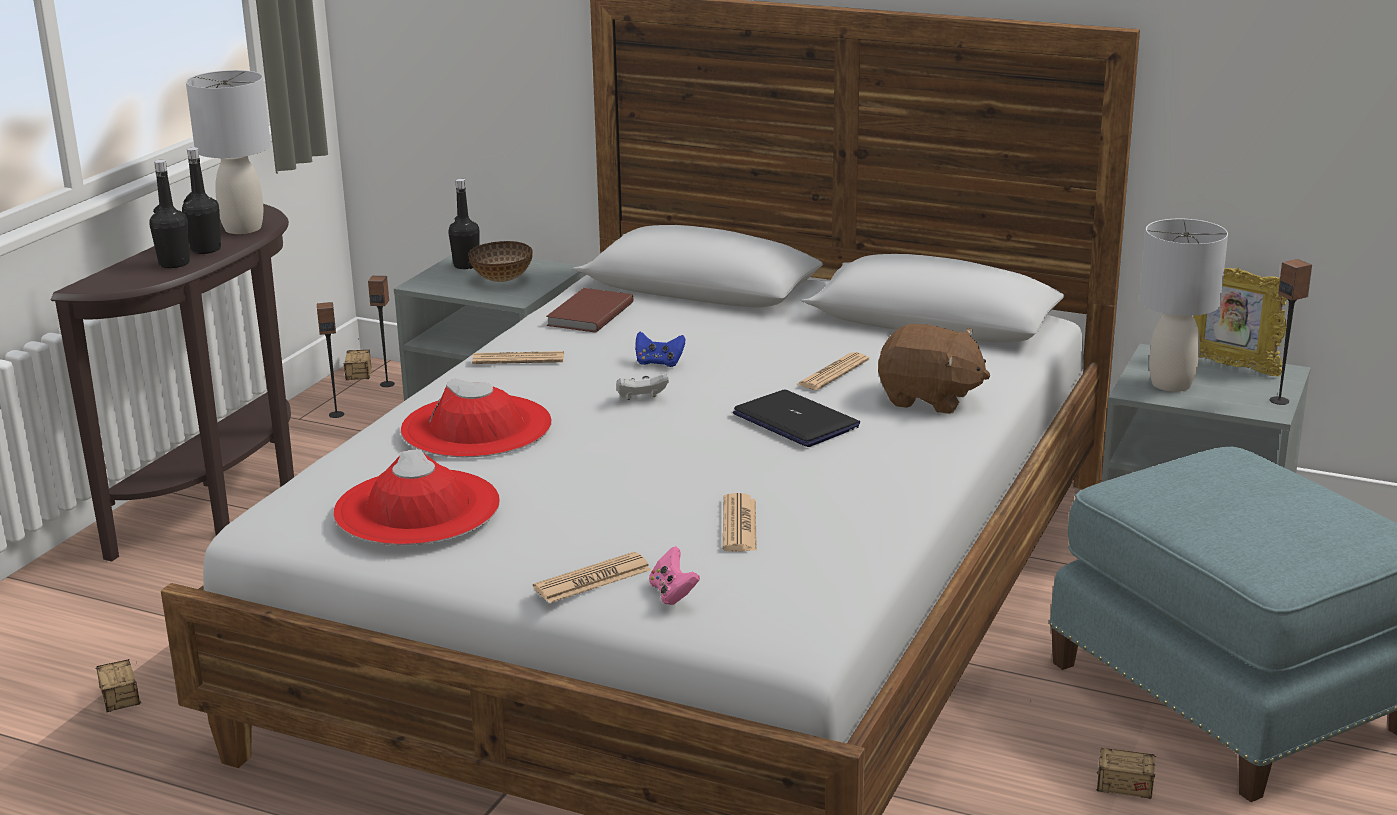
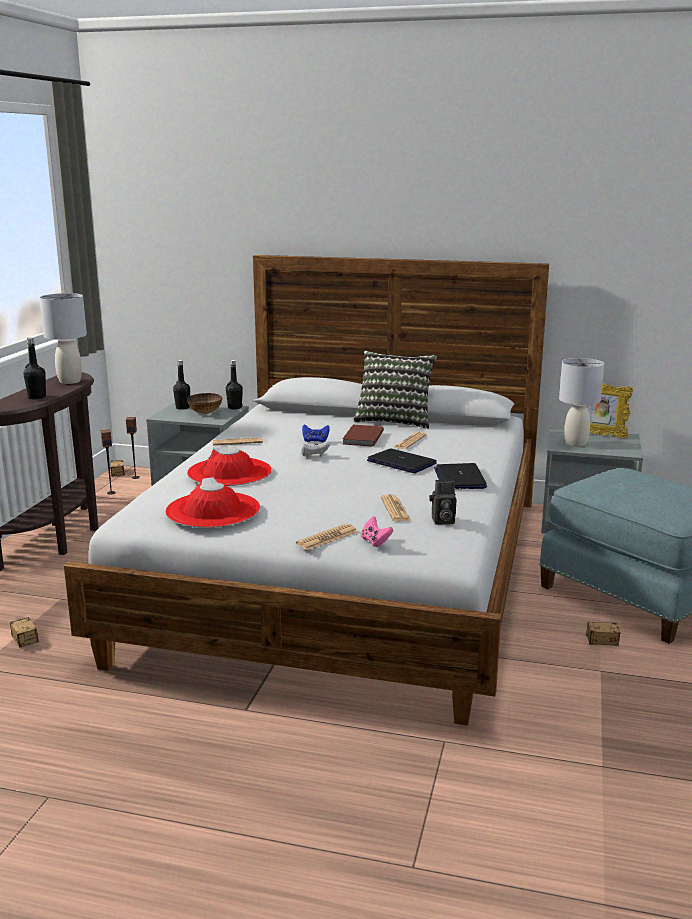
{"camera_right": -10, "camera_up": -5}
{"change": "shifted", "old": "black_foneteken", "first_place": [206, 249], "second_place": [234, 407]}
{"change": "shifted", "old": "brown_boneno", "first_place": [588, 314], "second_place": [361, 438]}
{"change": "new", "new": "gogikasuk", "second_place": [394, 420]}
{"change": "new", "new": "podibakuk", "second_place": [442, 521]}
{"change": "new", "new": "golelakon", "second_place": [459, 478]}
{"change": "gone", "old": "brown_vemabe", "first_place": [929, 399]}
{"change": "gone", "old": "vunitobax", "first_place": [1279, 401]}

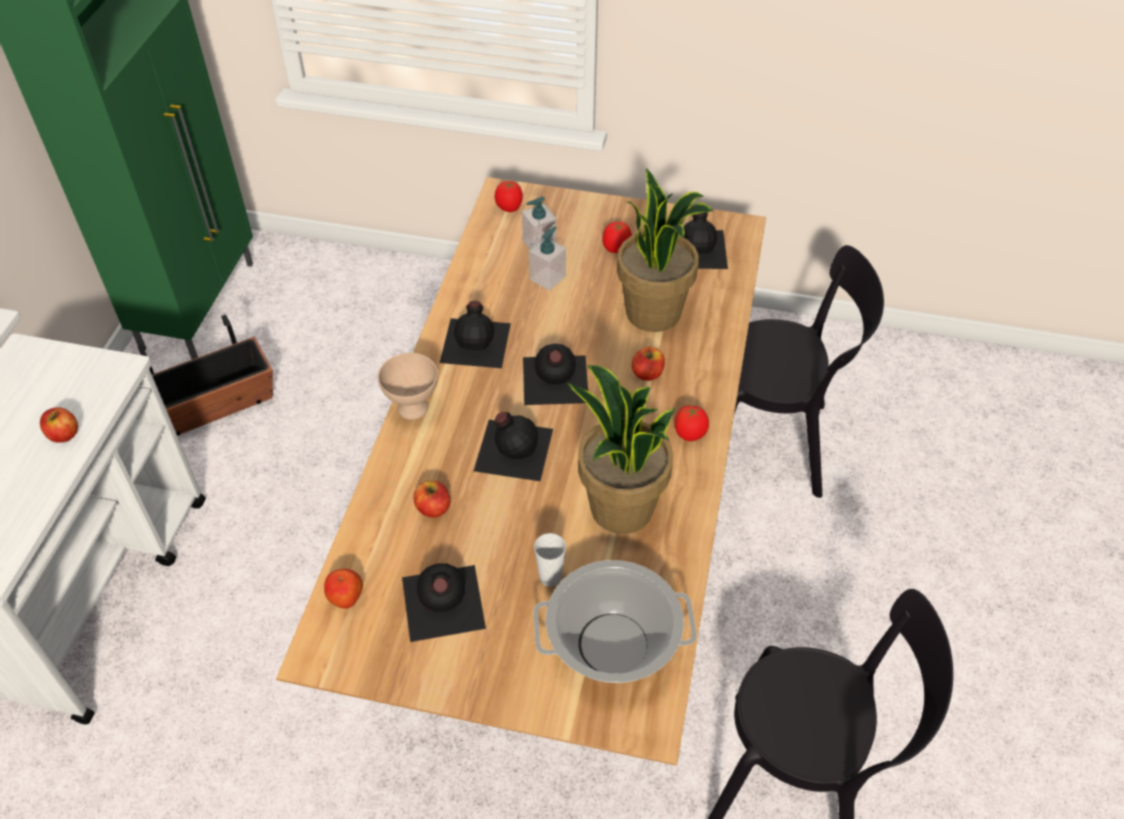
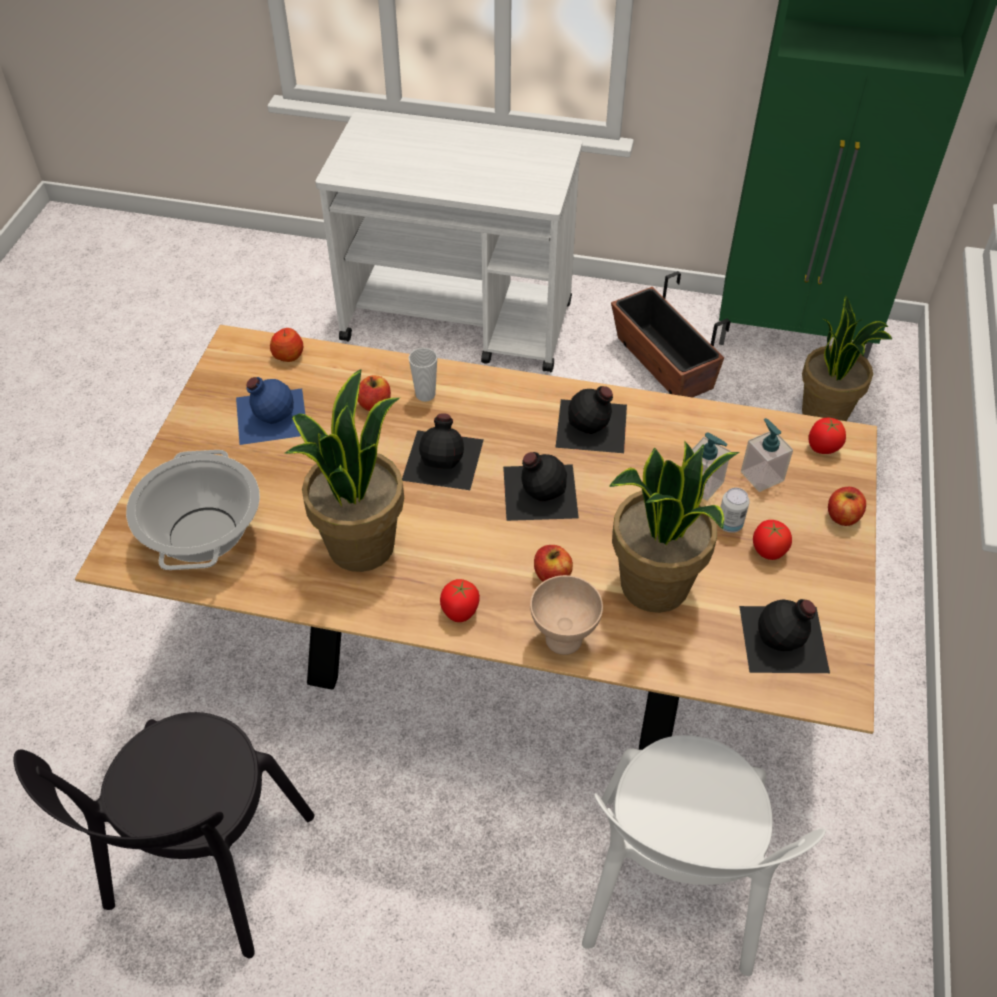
{"camera_right": 90, "camera_up": 0}
{"change": "repainted", "old": "black_foneteken", "new": "blue_foneteken", "first_place": [442, 604], "second_place": [270, 415]}
{"change": "shifted", "old": "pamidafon", "first_place": [550, 577], "second_place": [425, 395]}
{"change": "shifted", "old": "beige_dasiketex", "first_place": [412, 407], "second_place": [565, 639]}
{"change": "repainted", "old": "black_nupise", "new": "white_nupise", "first_place": [773, 443], "second_place": [670, 894]}
{"change": "new", "new": "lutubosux", "second_place": [729, 524]}
{"change": "new", "new": "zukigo", "second_place": [825, 413]}
{"change": "shifted", "old": "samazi", "first_place": [64, 434], "second_place": [842, 516]}

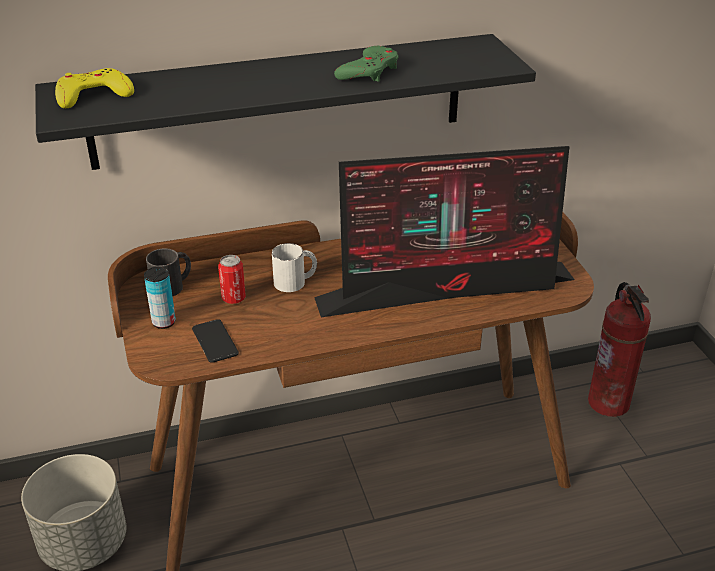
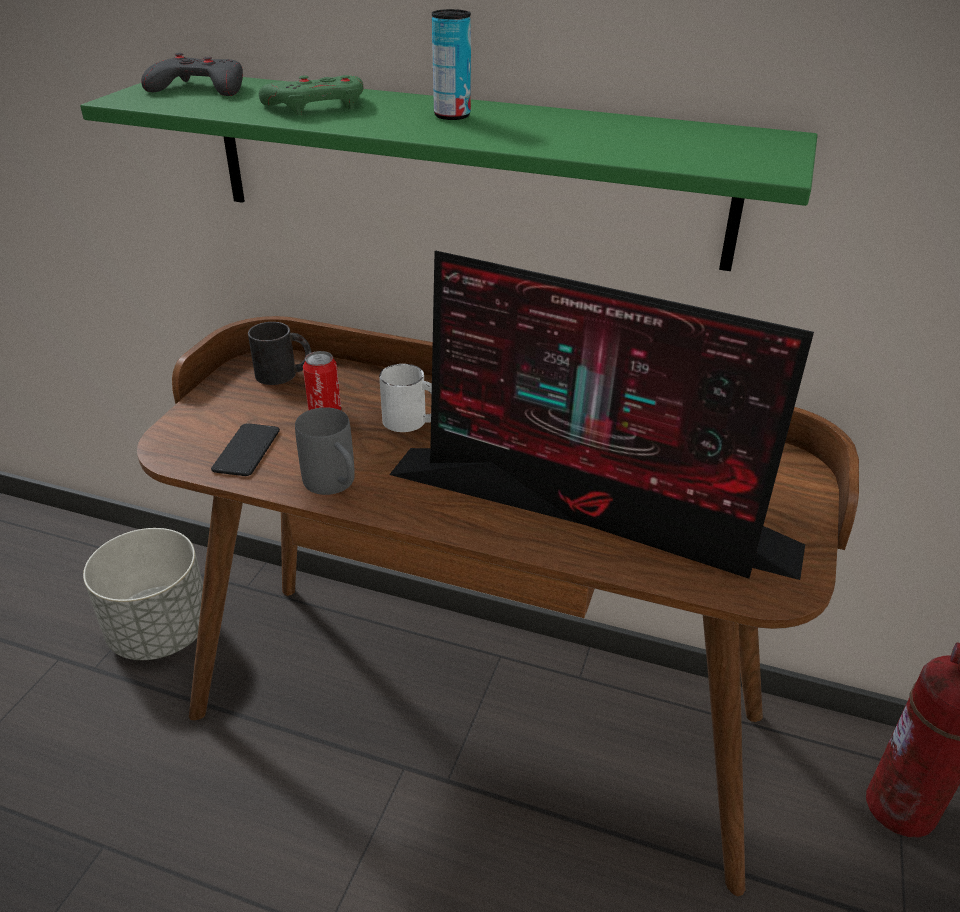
{"camera_right": 35, "camera_up": 0}
{"change": "repainted", "old": "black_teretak", "new": "green_teretak", "first_place": [279, 101], "second_place": [464, 168]}
{"change": "repainted", "old": "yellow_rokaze", "new": "grey_rokaze", "first_place": [93, 95], "second_place": [199, 88]}
{"change": "shifted", "old": "green_rokaze", "first_place": [369, 71], "second_place": [317, 106]}
{"change": "new", "new": "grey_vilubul", "second_place": [335, 486]}
{"change": "shifted", "old": "lutubosux", "first_place": [164, 322], "second_place": [452, 116]}

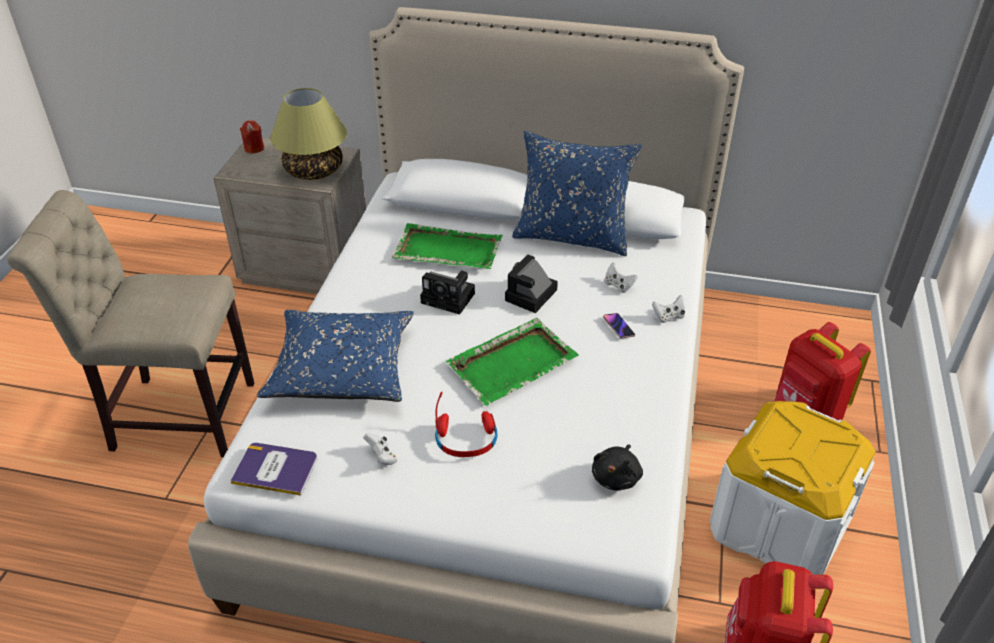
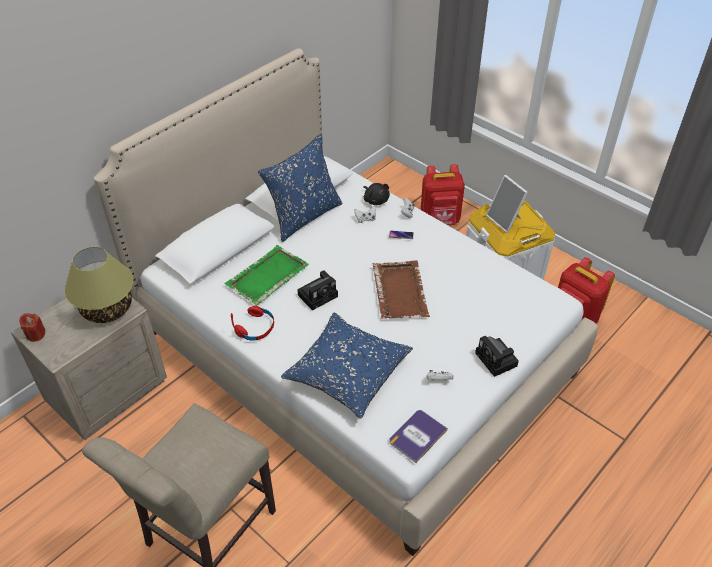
{"camera_right": -60, "camera_up": 5}
{"change": "shifted", "old": "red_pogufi", "first_place": [466, 440], "second_place": [256, 328]}
{"change": "shifted", "old": "black_vemabe", "first_place": [617, 477], "second_place": [375, 200]}
{"change": "repainted", "old": "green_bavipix", "new": "brown_bavipix", "first_place": [513, 363], "second_place": [400, 291]}
{"change": "shifted", "old": "podibakuk", "first_place": [530, 296], "second_place": [497, 361]}
{"change": "new", "new": "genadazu", "second_place": [505, 220]}

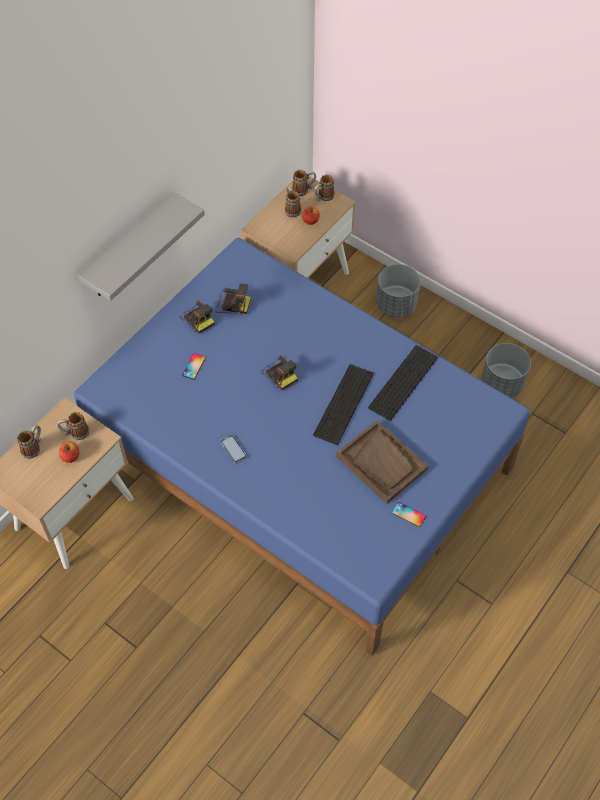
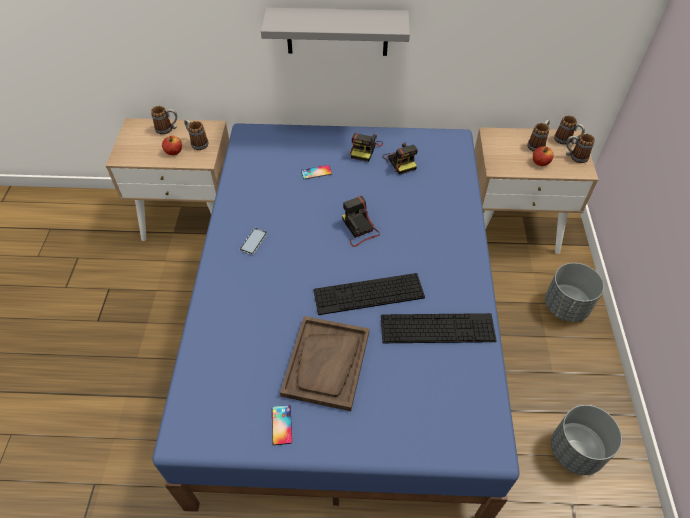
{"camera_right": 55, "camera_up": -5}
{"change": "rotated", "old": "podibakuk", "first_place": [279, 374], "second_place": [359, 229], "degrees": 135}

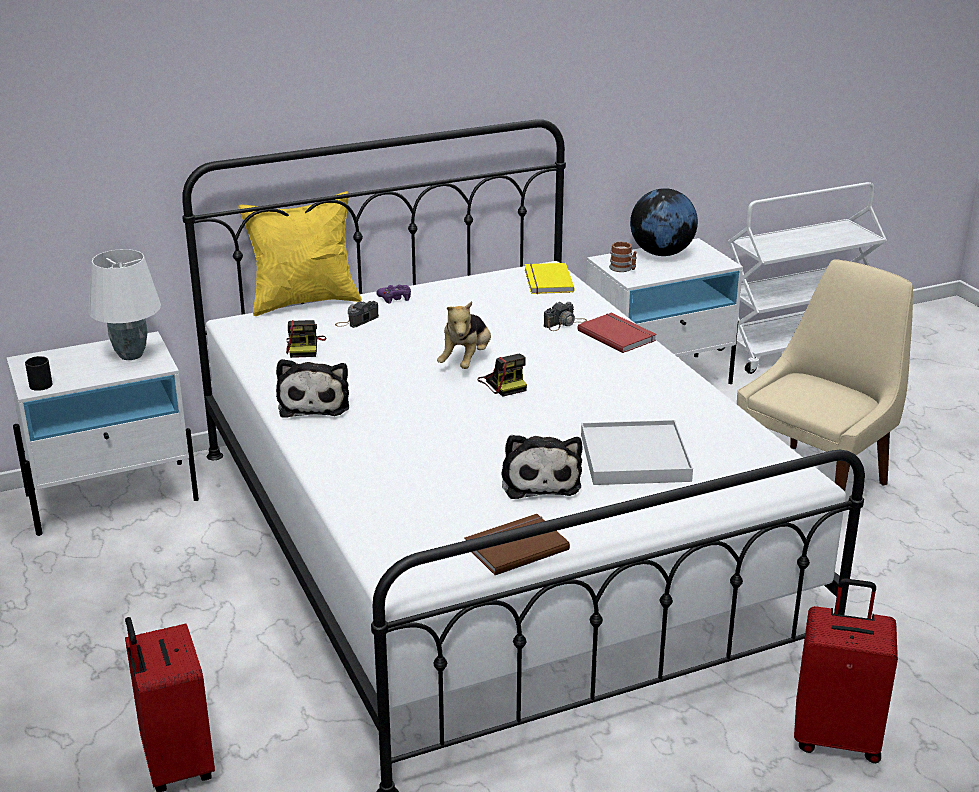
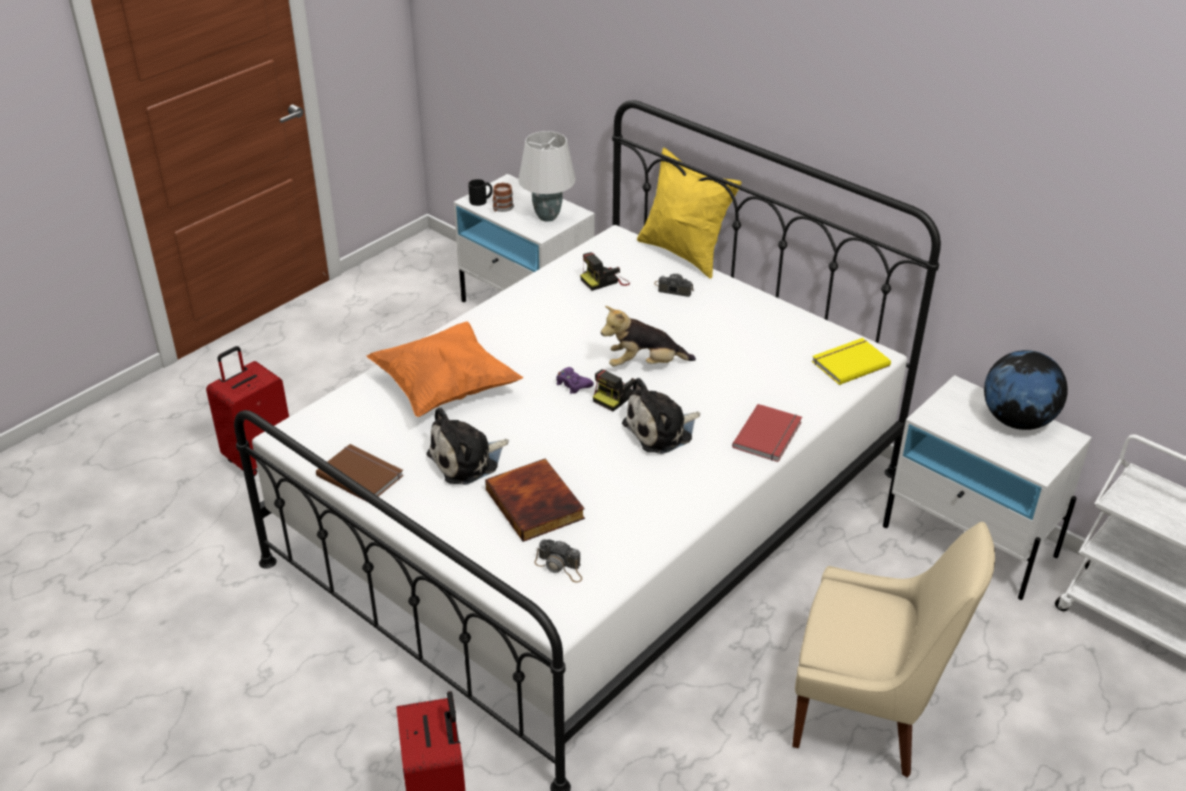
{"camera_right": 65, "camera_up": 10}
{"change": "new", "new": "orange_gogikasuk", "second_place": [445, 388]}
{"change": "swapped", "old": "white_bavipix", "new": "boneno", "first_place": [635, 458], "second_place": [536, 503]}
{"change": "shifted", "old": "vilubul", "first_place": [623, 269], "second_place": [501, 208]}
{"change": "shifted", "old": "podibakuk", "first_place": [565, 323], "second_place": [560, 567]}
{"change": "shifted", "old": "purple_rokaze", "first_place": [395, 298], "second_place": [573, 384]}
{"change": "shifted", "old": "vemabe", "first_place": [314, 403], "second_place": [661, 431]}

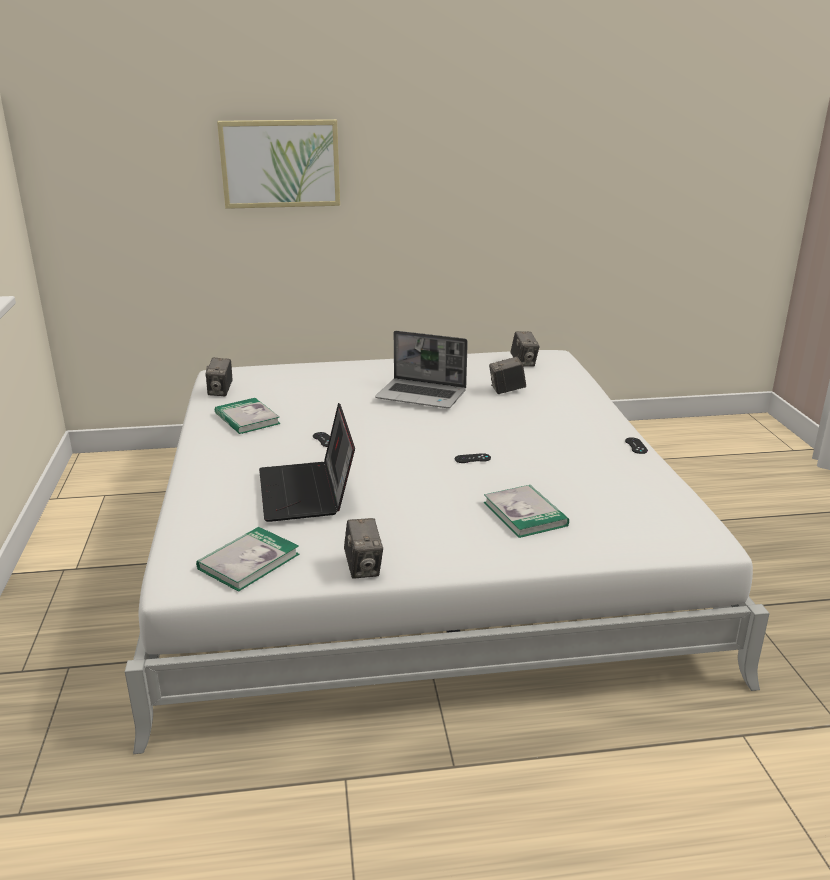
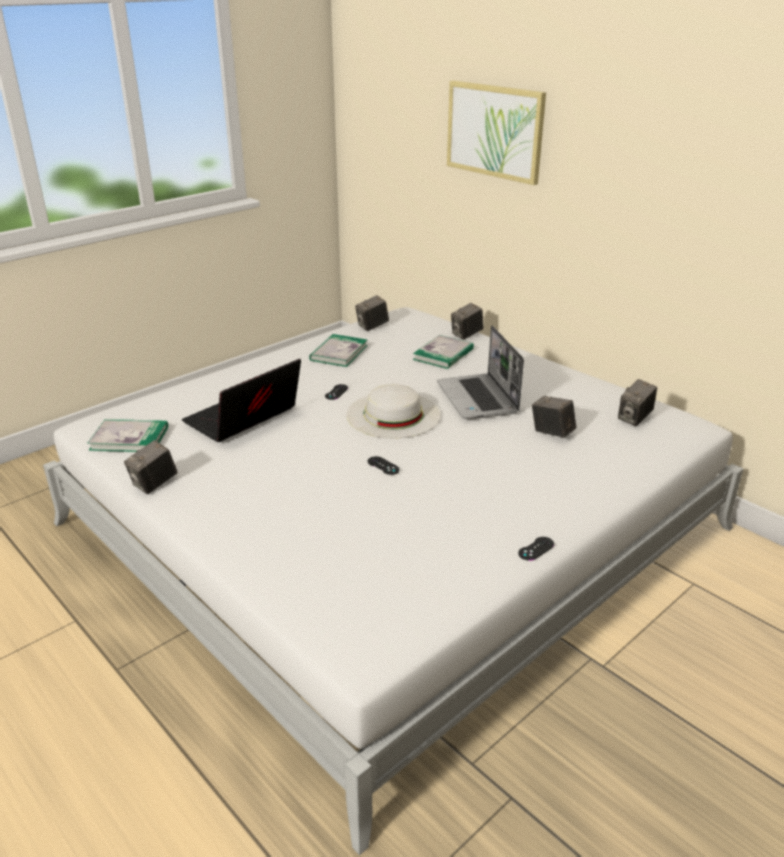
{"camera_right": 55, "camera_up": 5}
{"change": "new", "new": "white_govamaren", "second_place": [393, 414]}
{"change": "shifted", "old": "boneno", "first_place": [525, 514], "second_place": [443, 354]}
{"change": "new", "new": "podibakuk", "second_place": [466, 335]}

